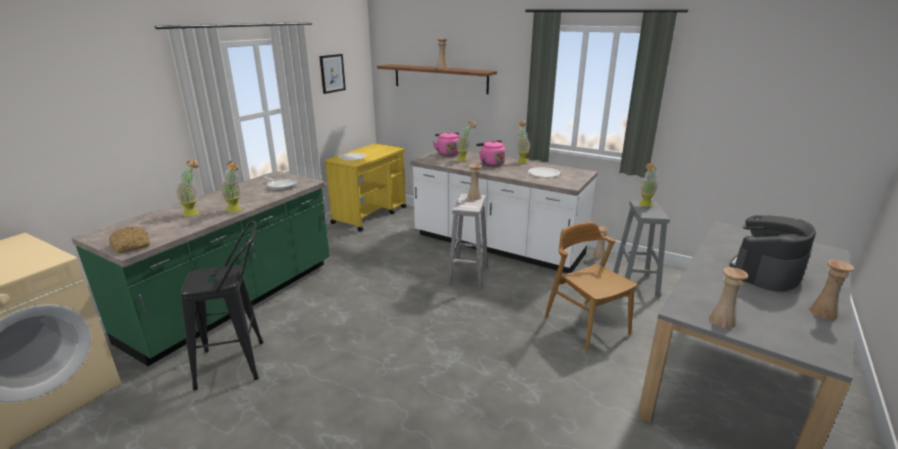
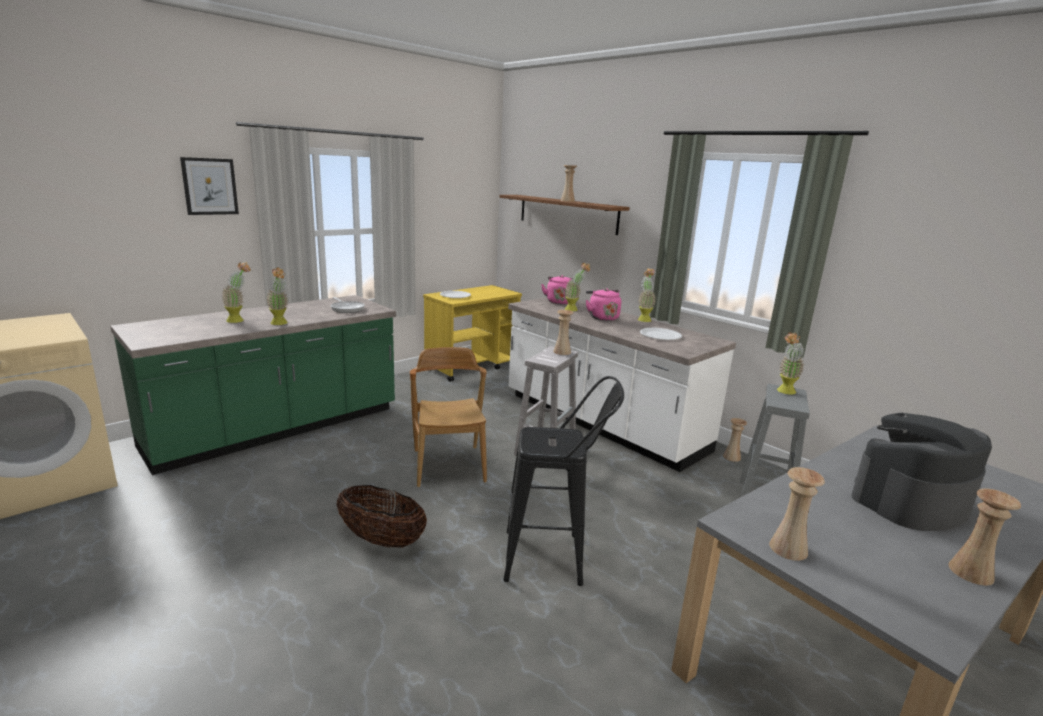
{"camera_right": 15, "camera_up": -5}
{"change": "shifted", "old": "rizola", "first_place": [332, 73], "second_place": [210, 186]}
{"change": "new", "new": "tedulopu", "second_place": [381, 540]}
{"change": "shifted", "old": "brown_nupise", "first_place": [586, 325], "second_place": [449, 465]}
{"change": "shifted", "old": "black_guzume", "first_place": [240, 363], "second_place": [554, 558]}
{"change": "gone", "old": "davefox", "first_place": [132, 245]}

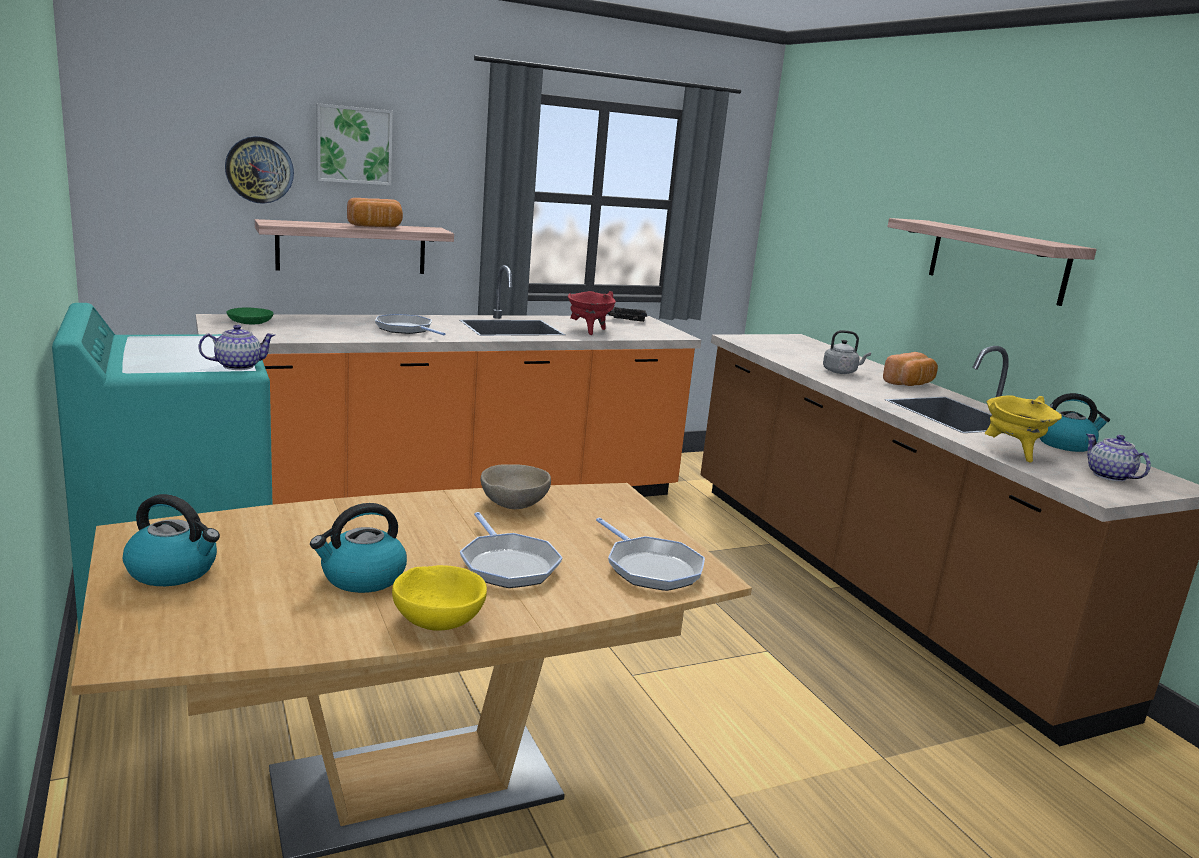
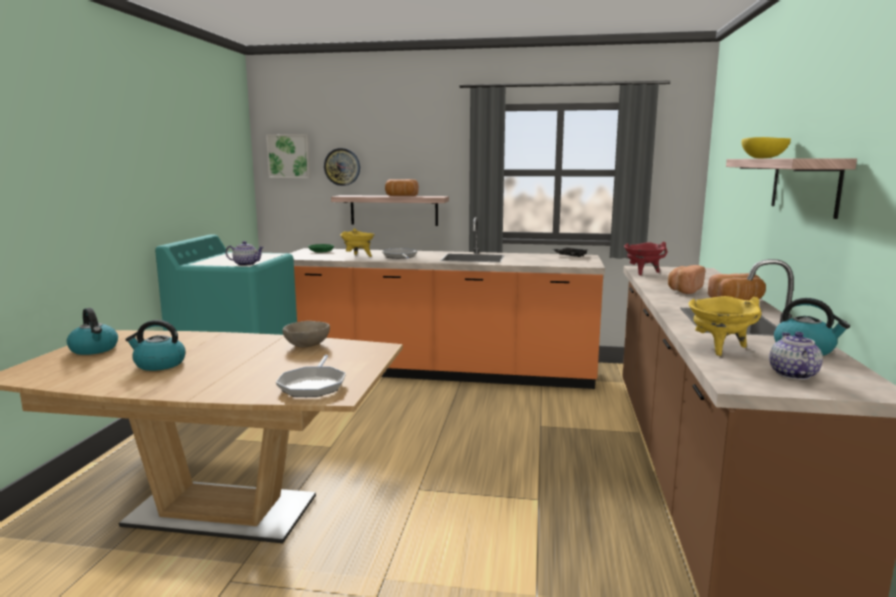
{"camera_right": 35, "camera_up": -5}
{"change": "shifted", "old": "rizola", "first_place": [353, 145], "second_place": [289, 156]}
{"change": "new", "new": "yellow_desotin", "second_place": [358, 256]}
{"change": "shifted", "old": "red_desotin", "first_place": [588, 331], "second_place": [642, 273]}
{"change": "swapped", "old": "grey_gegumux", "new": "davefox", "first_place": [841, 372], "second_place": [684, 290]}
{"change": "shifted", "old": "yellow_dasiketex", "first_place": [439, 622], "second_place": [764, 158]}
{"change": "gone", "old": "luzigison", "first_place": [507, 565]}

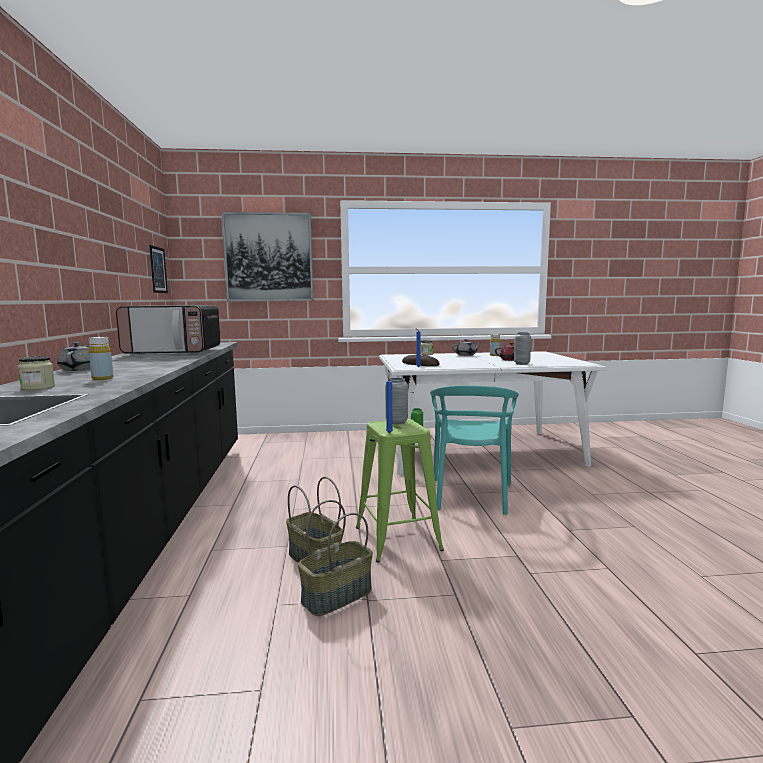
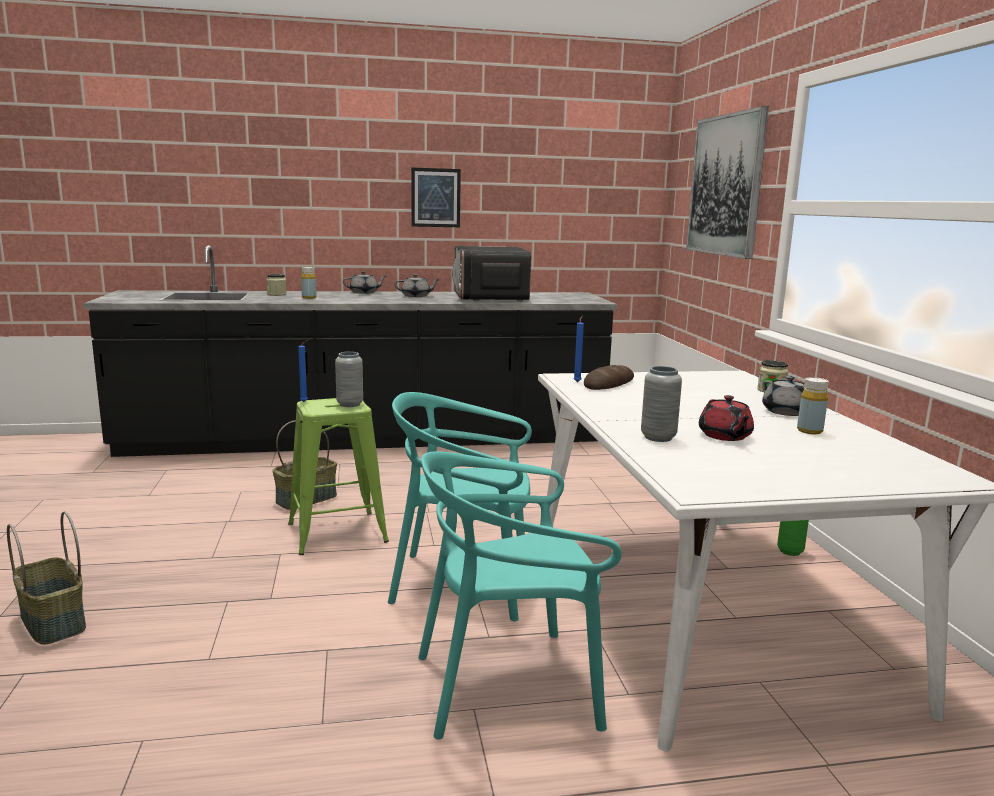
{"camera_right": 85, "camera_up": 5}
{"change": "shifted", "old": "tedulopu", "first_place": [337, 597], "second_place": [51, 622]}
{"change": "new", "new": "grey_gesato", "second_place": [416, 296]}
{"change": "shifted", "old": "rizola", "first_place": [158, 270], "second_place": [435, 197]}
{"change": "new", "new": "turquoise_nupise", "second_place": [508, 686]}

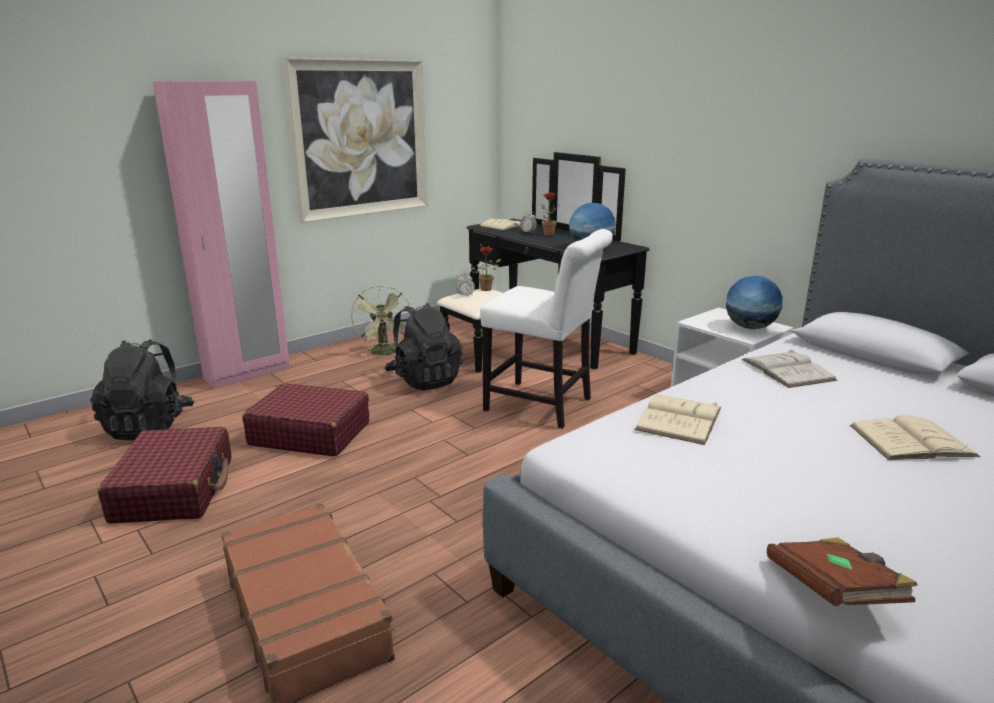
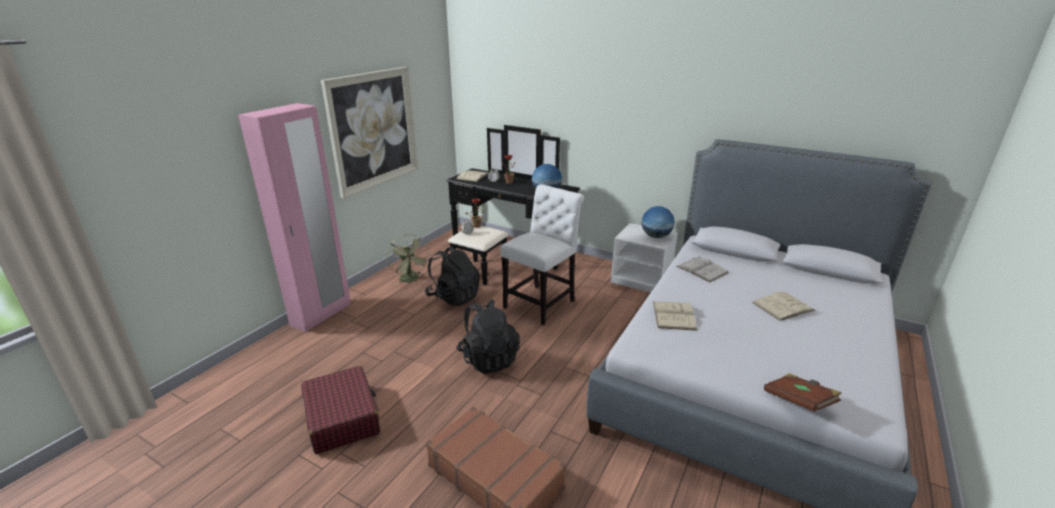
{"camera_right": -20, "camera_up": 5}
{"change": "shifted", "old": "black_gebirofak", "first_place": [149, 426], "second_place": [488, 359]}
{"change": "rotated", "old": "white_nupise", "first_place": [543, 406], "second_place": [542, 303], "degrees": -60}
{"change": "gone", "old": "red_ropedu", "first_place": [310, 433]}

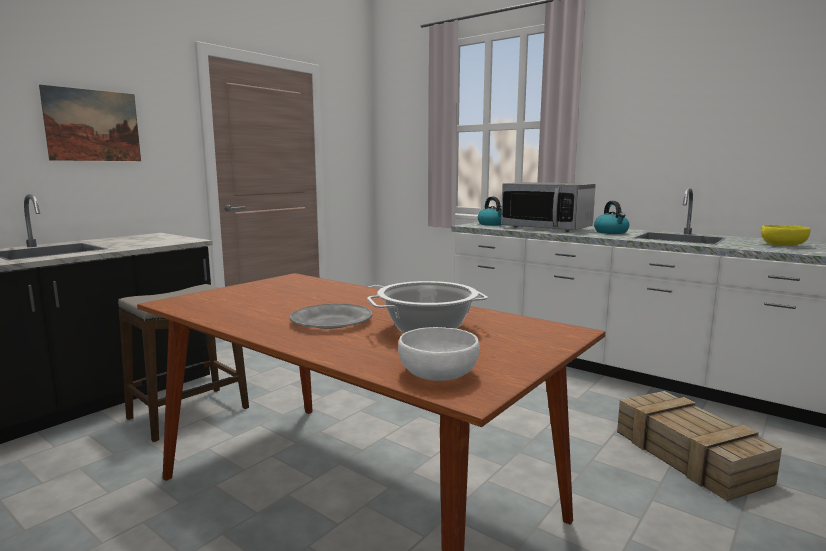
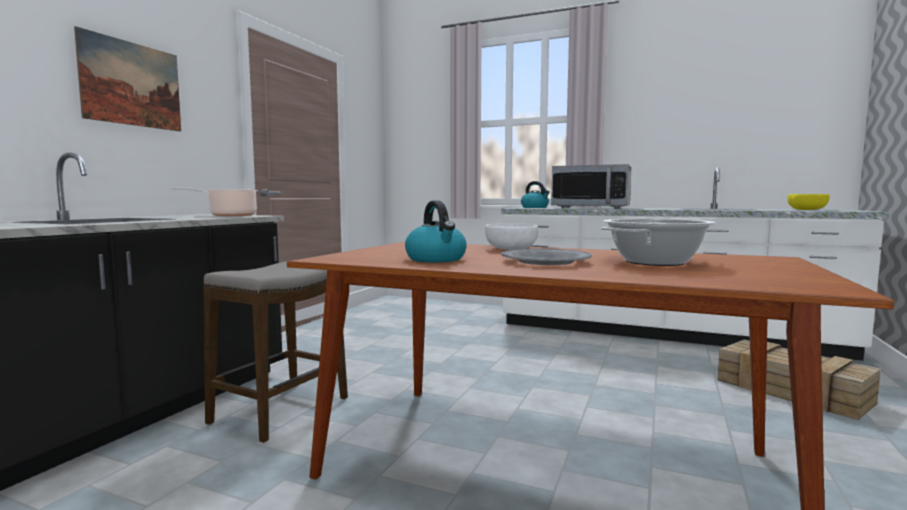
{"camera_right": -15, "camera_up": -5}
{"change": "new", "new": "desotin", "second_place": [229, 215]}
{"change": "shifted", "old": "gegumux", "first_place": [611, 232], "second_place": [436, 259]}
{"change": "shifted", "old": "white_dasiketex", "first_place": [437, 373], "second_place": [510, 249]}

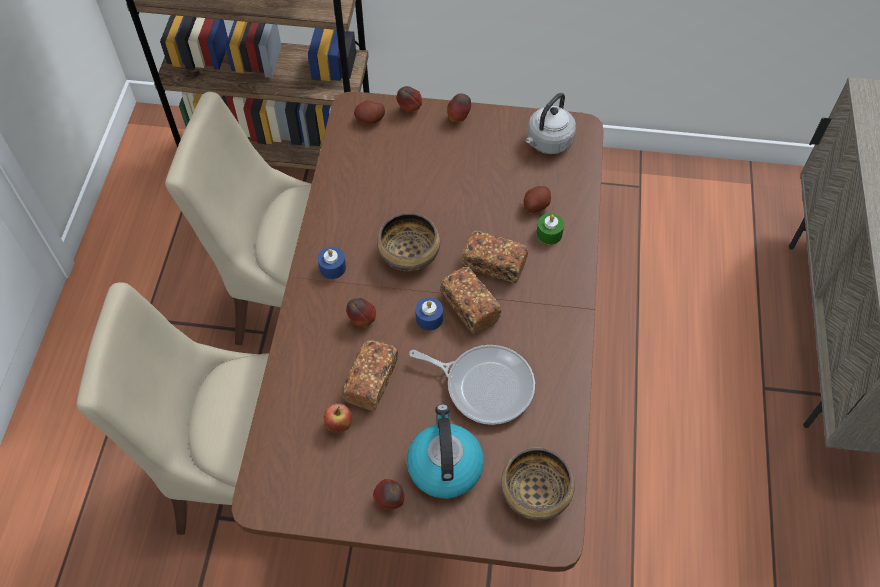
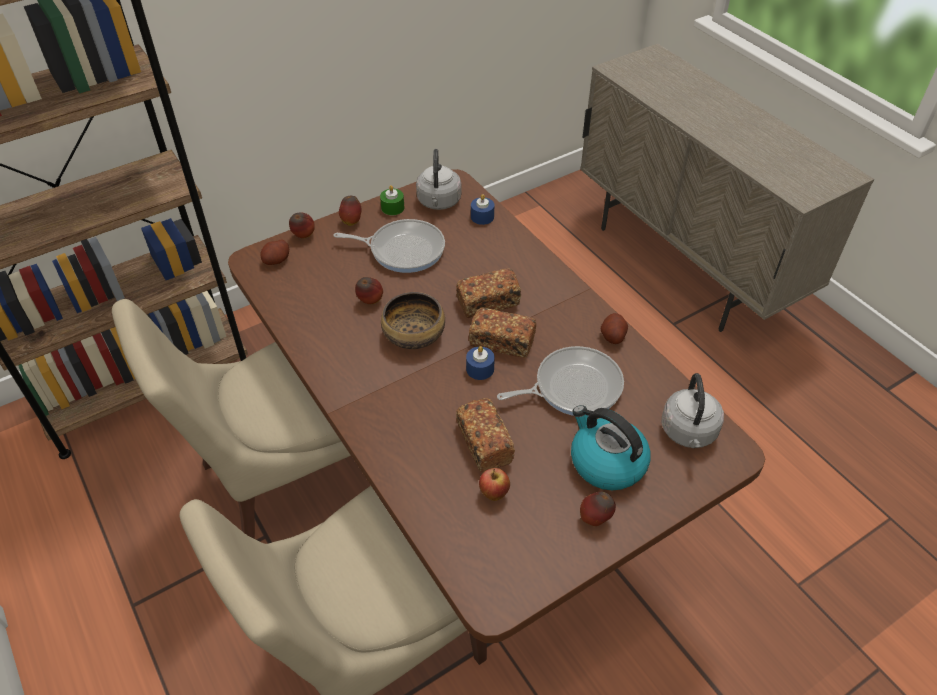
{"camera_right": -40, "camera_up": -10}
{"change": "new", "new": "luzigison", "second_place": [403, 249]}
{"change": "shifted", "old": "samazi", "first_place": [362, 320], "second_place": [370, 301]}
{"change": "shifted", "old": "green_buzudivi", "first_place": [549, 233], "second_place": [392, 208]}
{"change": "shifted", "old": "blue_buzudivi", "first_place": [332, 267], "second_place": [482, 217]}
{"change": "shifted", "old": "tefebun", "first_place": [536, 205], "second_place": [613, 336]}
{"change": "swapped", "old": "dasiketex", "new": "grey_gegumux", "first_place": [535, 493], "second_place": [688, 433]}

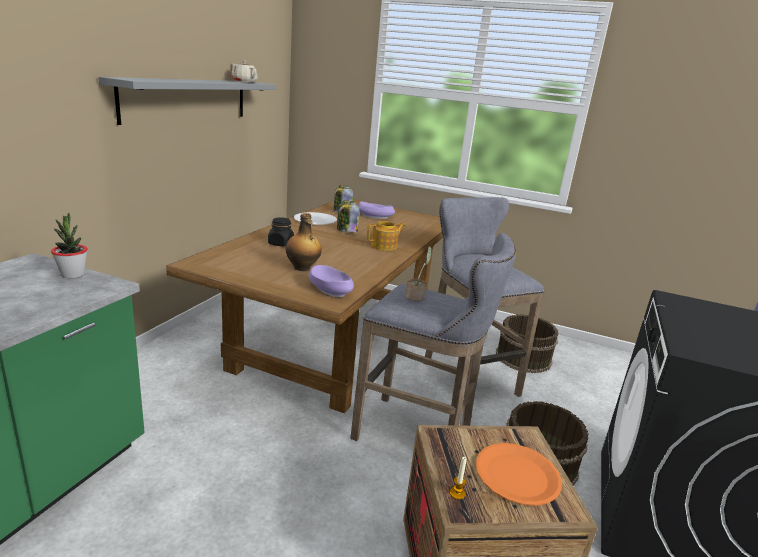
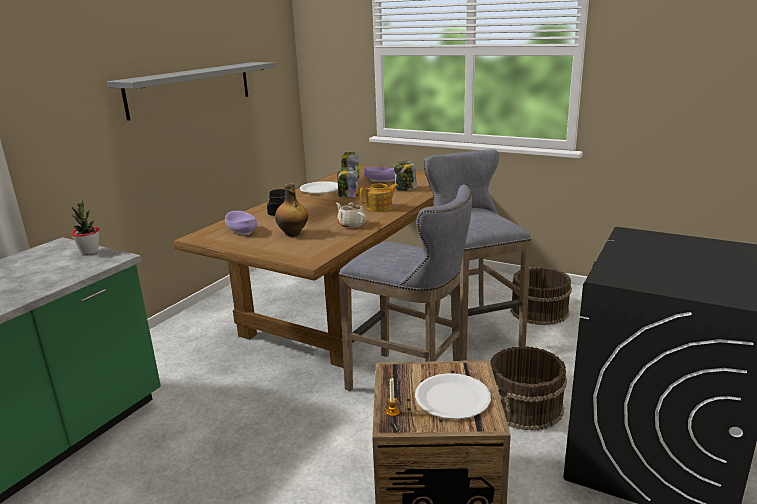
{"camera_right": 10, "camera_up": 0}
{"change": "shifted", "old": "purple_dasiketex", "first_place": [330, 290], "second_place": [242, 230]}
{"change": "shifted", "old": "beige_gesato", "first_place": [244, 82], "second_place": [351, 224]}
{"change": "new", "new": "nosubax", "second_place": [405, 189]}
{"change": "repainted", "old": "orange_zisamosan", "new": "white_zisamosan", "first_place": [517, 475], "second_place": [452, 398]}
{"change": "gone", "old": "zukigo", "first_place": [416, 297]}

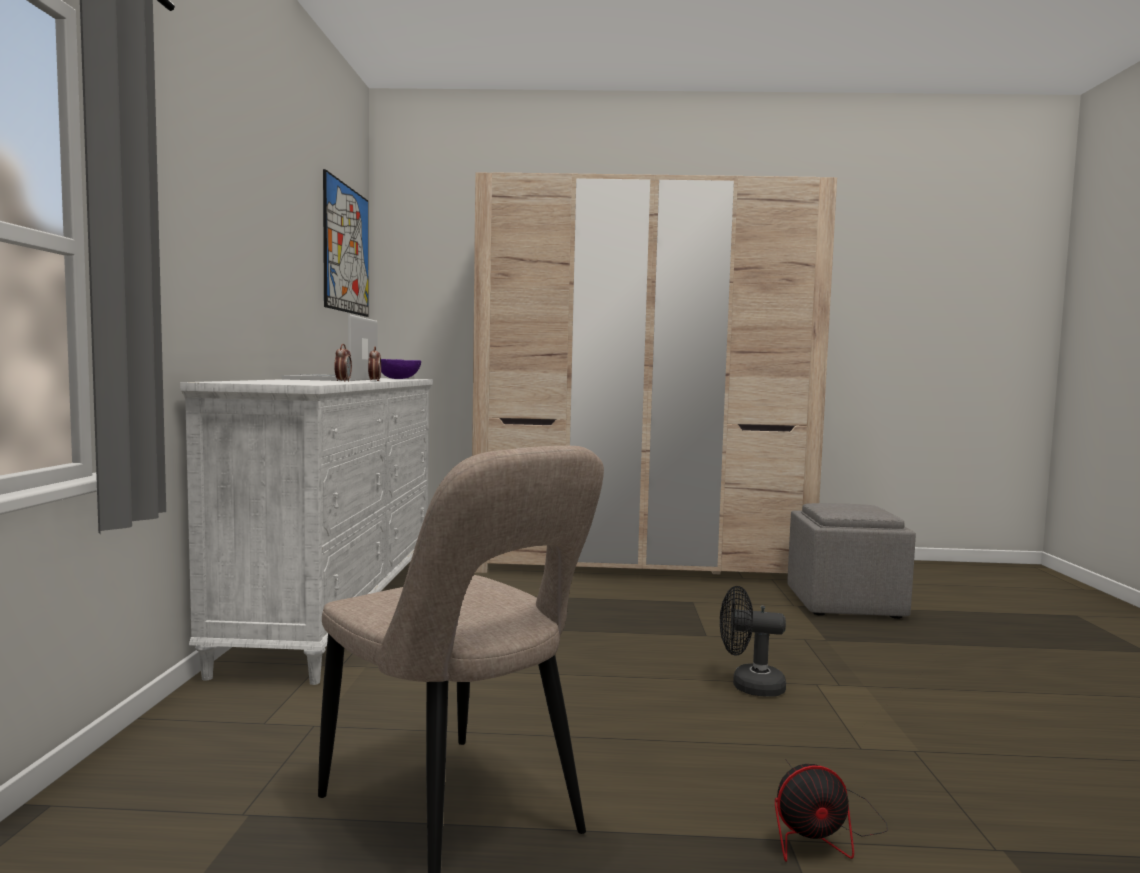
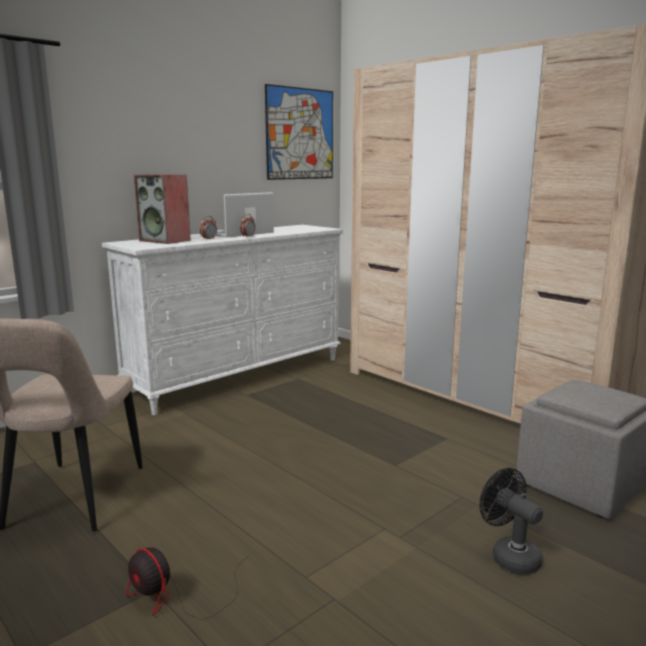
{"camera_right": 45, "camera_up": 10}
{"change": "new", "new": "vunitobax", "second_place": [166, 240]}
{"change": "shifted", "old": "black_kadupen", "first_place": [749, 686], "second_place": [509, 555]}
{"change": "gone", "old": "purple_dasiketex", "first_place": [399, 378]}

